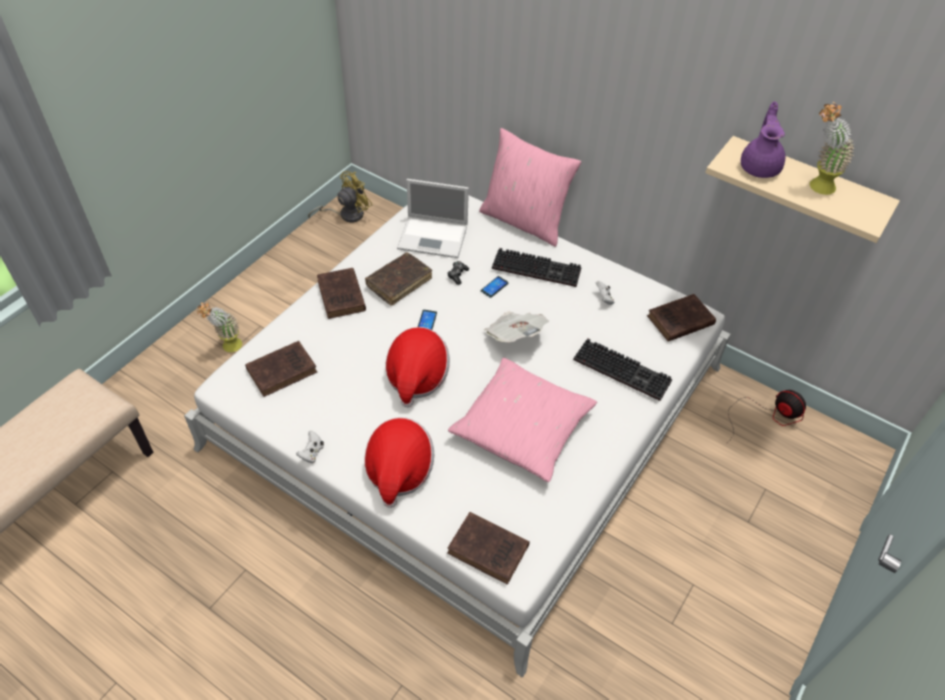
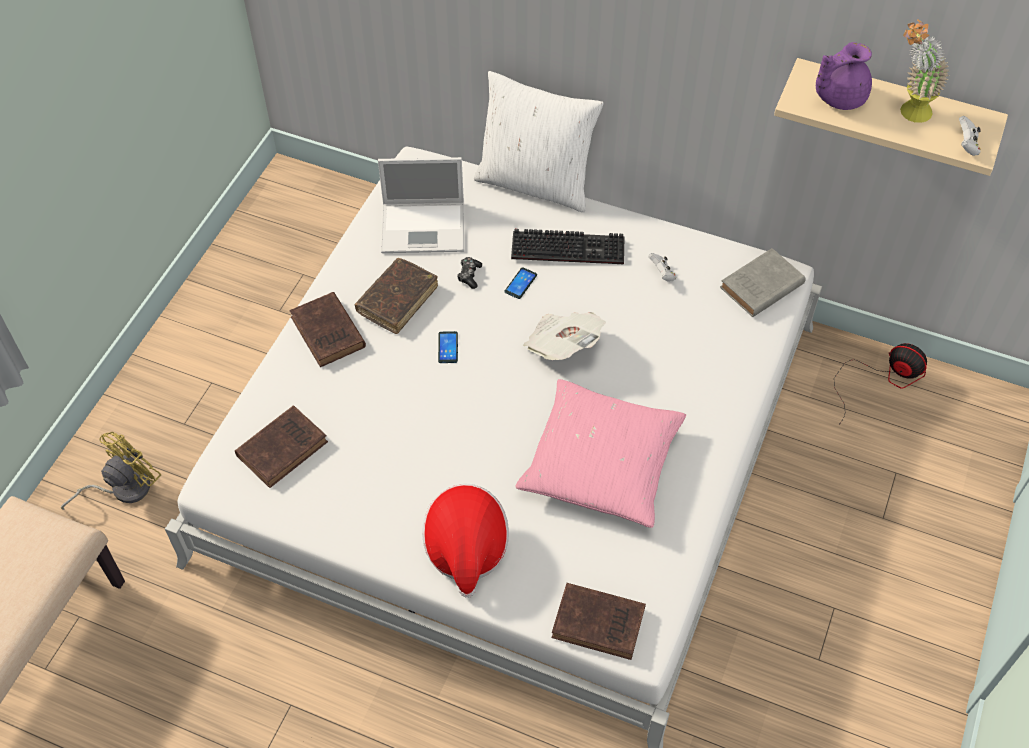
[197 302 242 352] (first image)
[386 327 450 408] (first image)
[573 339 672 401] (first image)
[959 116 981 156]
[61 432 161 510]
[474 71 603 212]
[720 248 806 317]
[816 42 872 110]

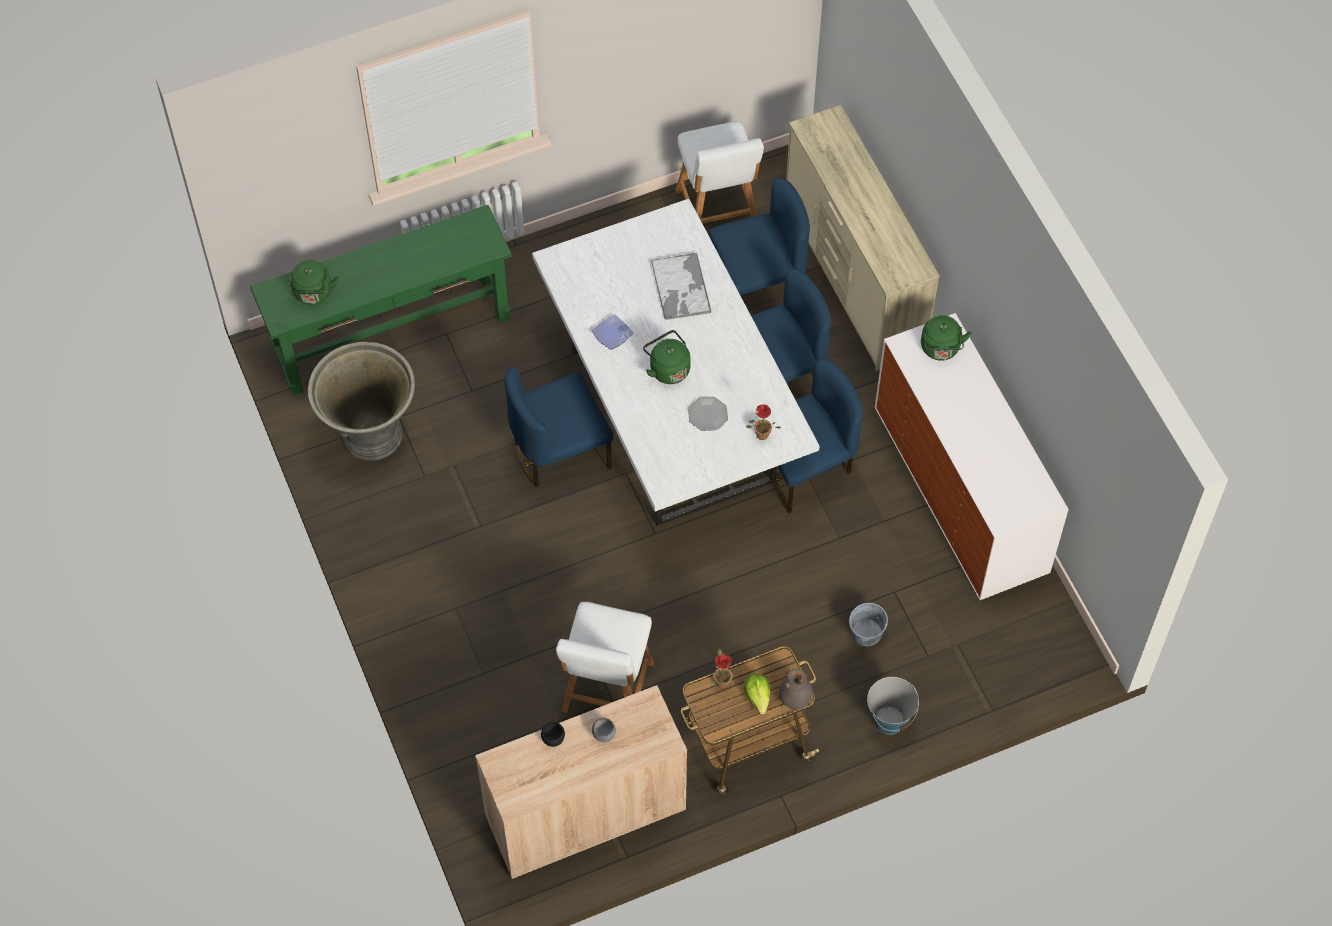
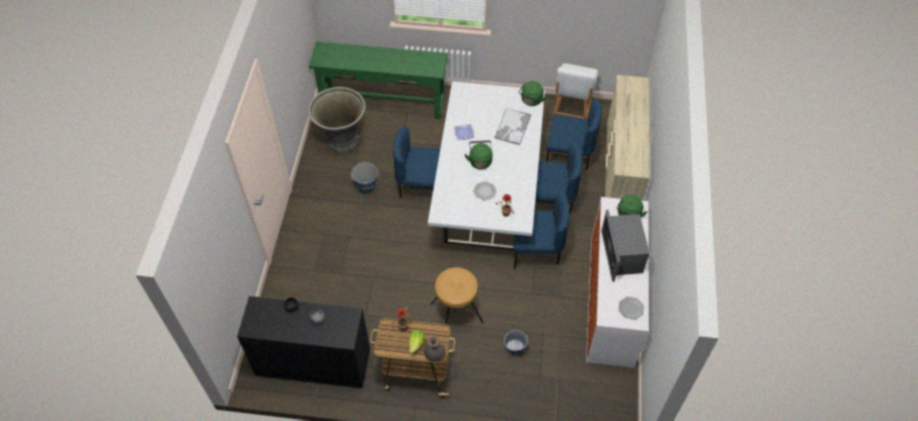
[556 602 654 713] (first image)
[430 267 484 325]
[601 210 650 282]
[618 297 644 320]
[519 81 547 106]
[351 162 379 194]
[237 296 370 388]

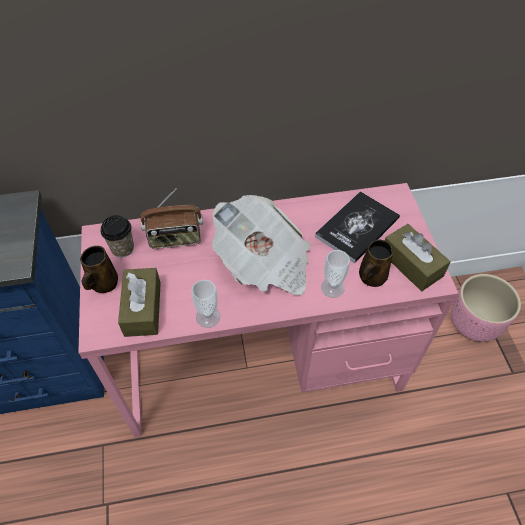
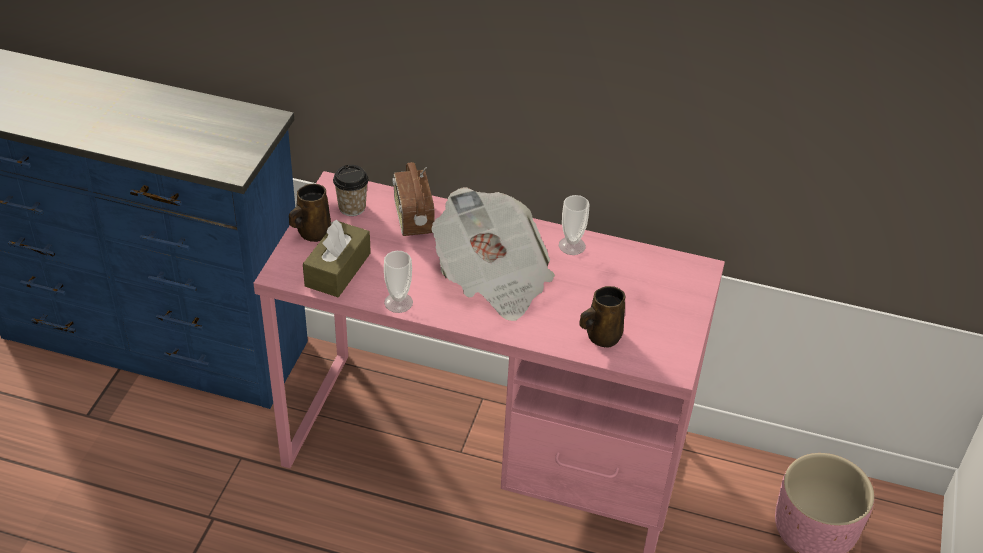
[315 191 400 263] (first image)
[385 224 451 291] (first image)
[559 195 590 255]
[392 162 434 236]

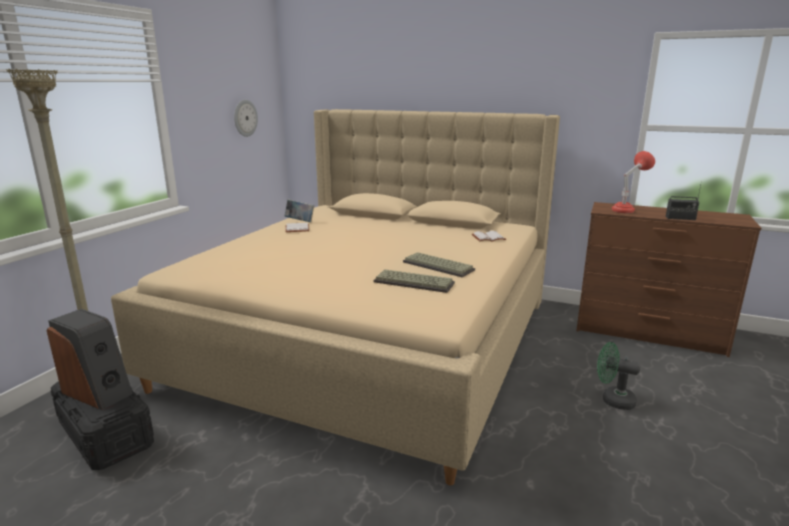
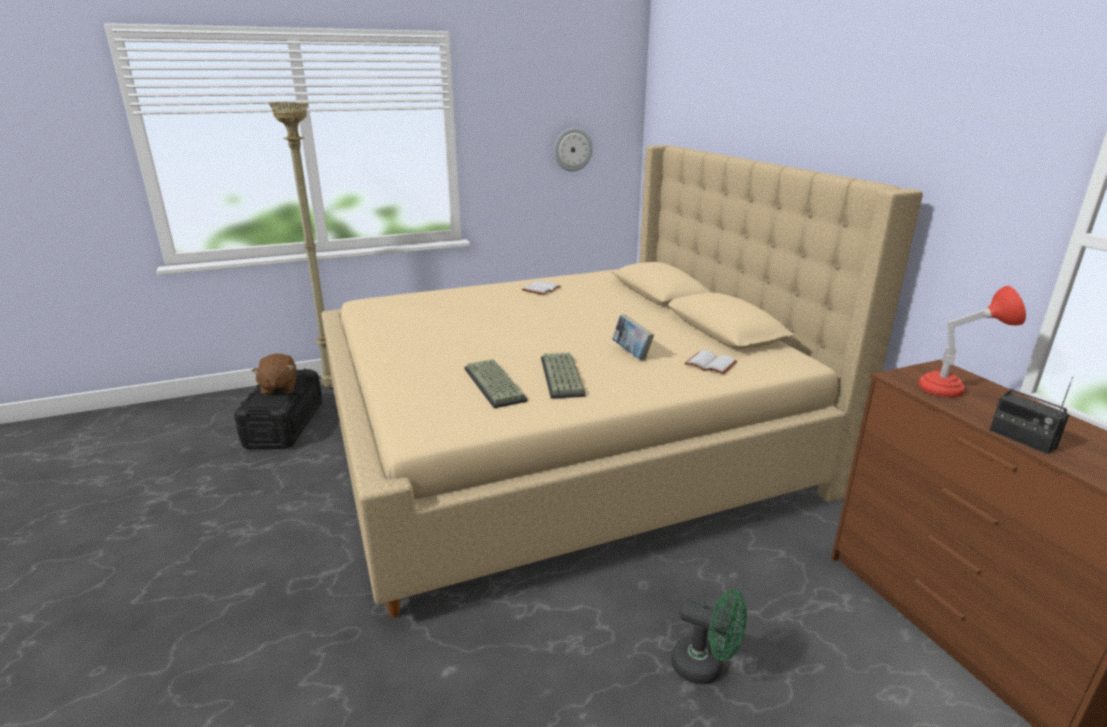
[612 315 654 360]
[252 353 297 396]
[671 589 747 685]

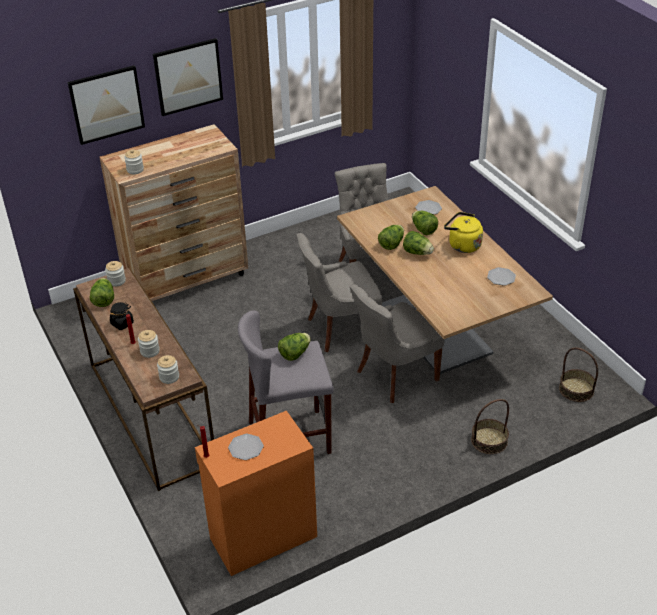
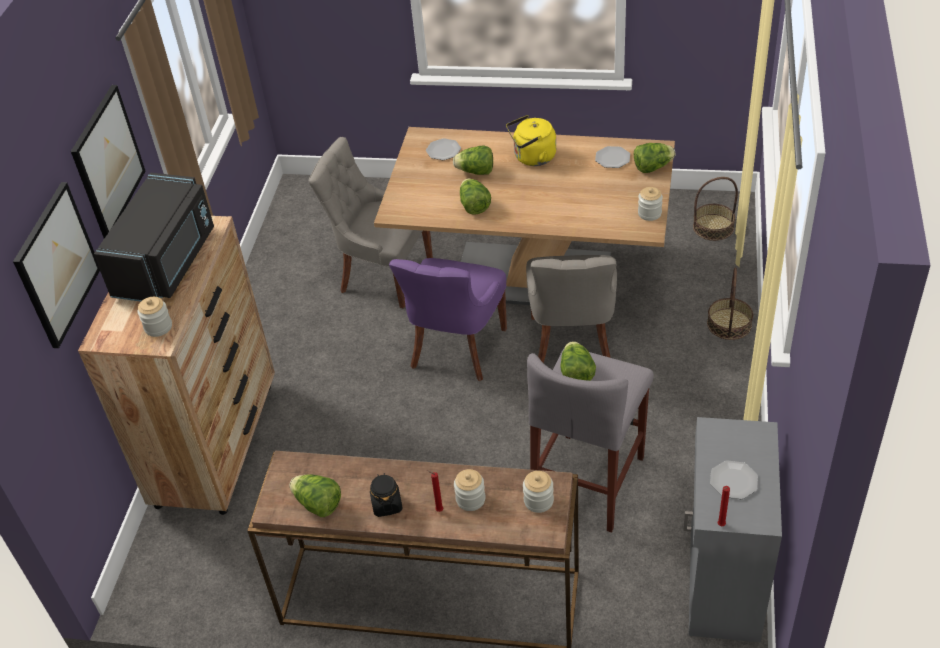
[94 172 214 302]
[638 187 663 221]
[634 143 676 173]
[683 417 782 643]
[389 258 507 381]

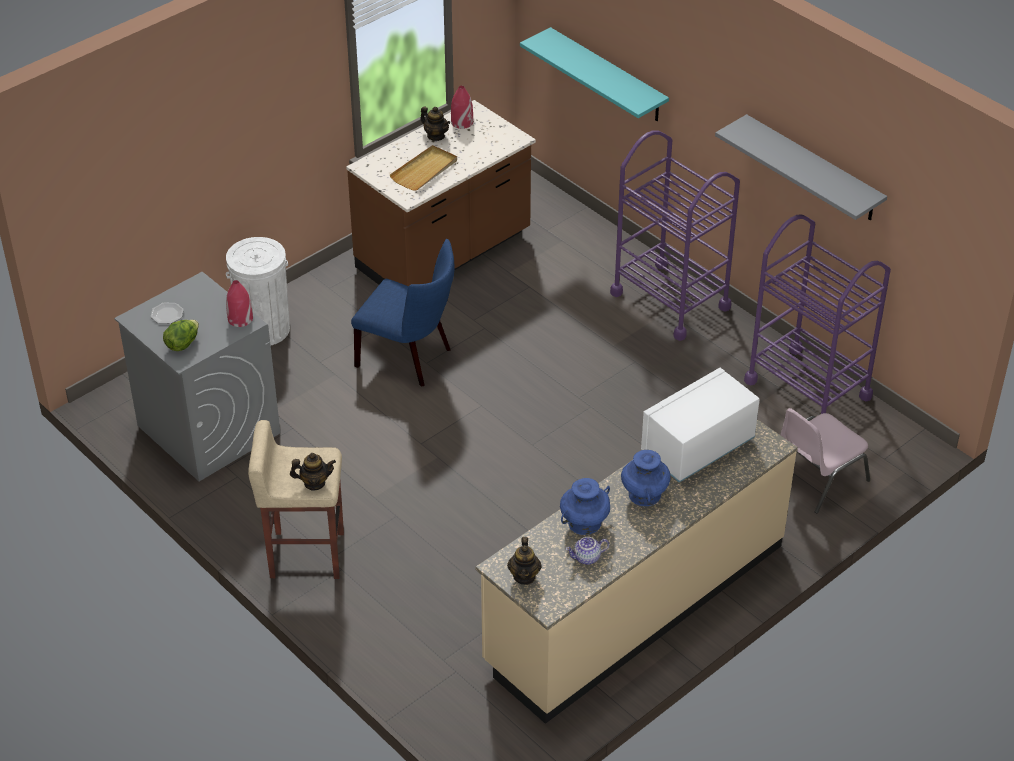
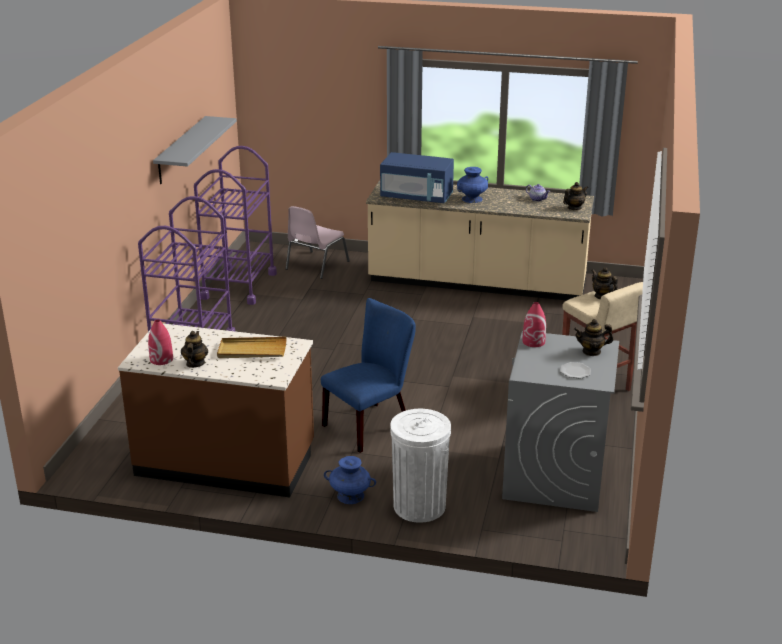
[520 27 669 121] (first image)
[324 456 376 504]
[574 319 613 356]
[380 152 454 203]
[321 298 416 453]
[285 206 350 279]

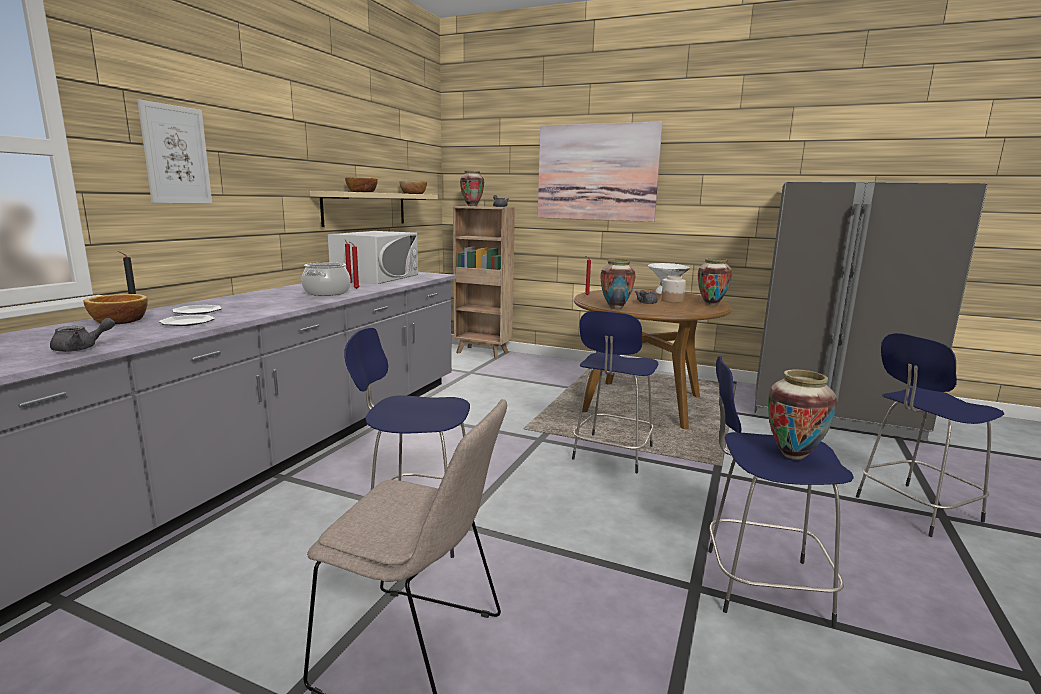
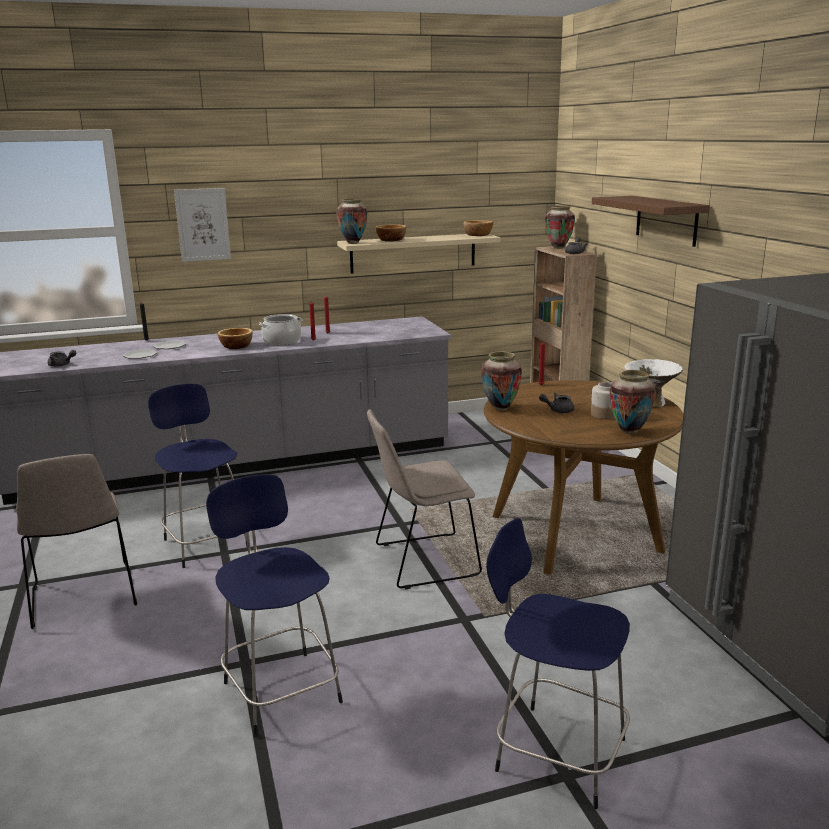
[328 231 418 284] (first image)
[218 328 253 349]
[336 199 367 244]
[592 196 710 247]
[367 409 482 589]

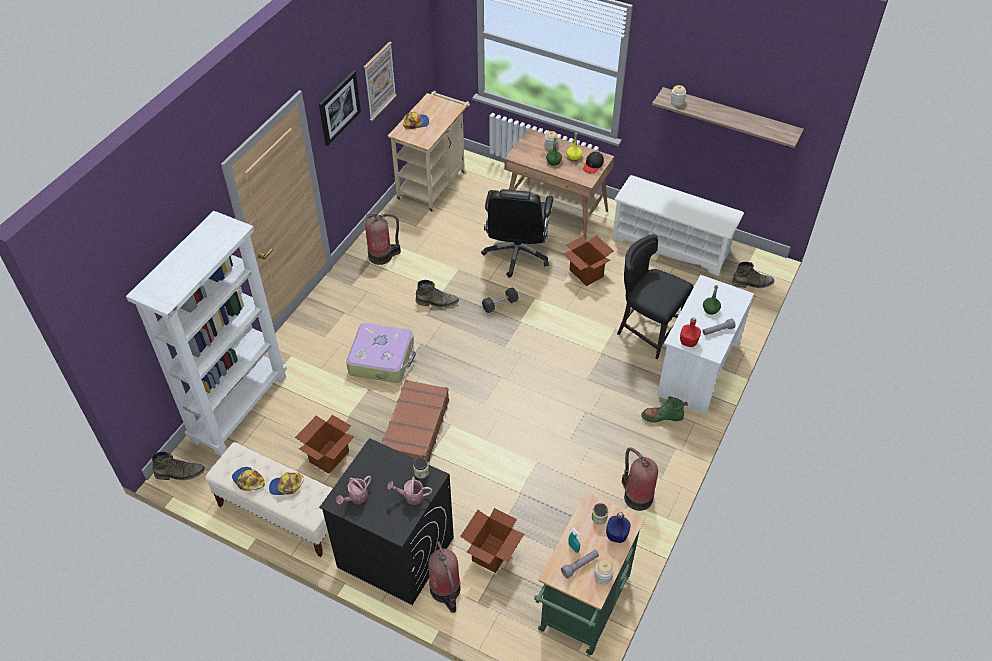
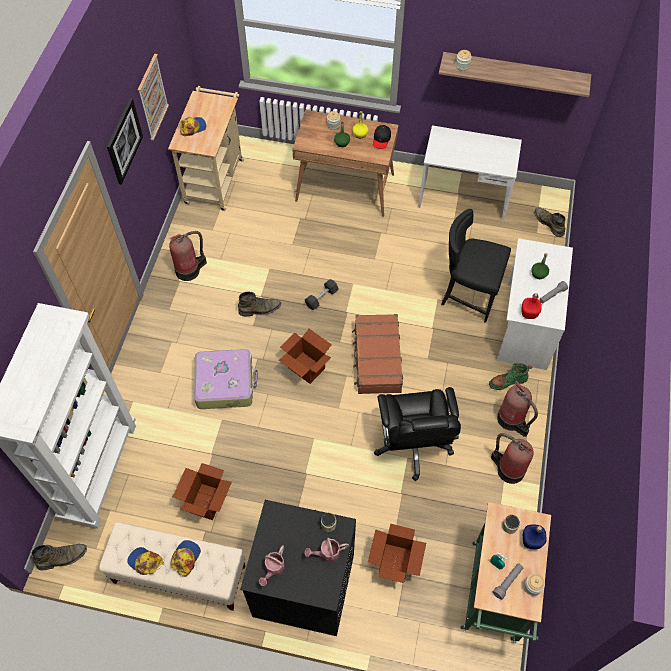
[352 314 403 394]
[497 381 538 437]
[374 387 461 481]
[279 329 332 384]
[418 125 522 222]
[171 540 201 577]
[534 207 565 237]

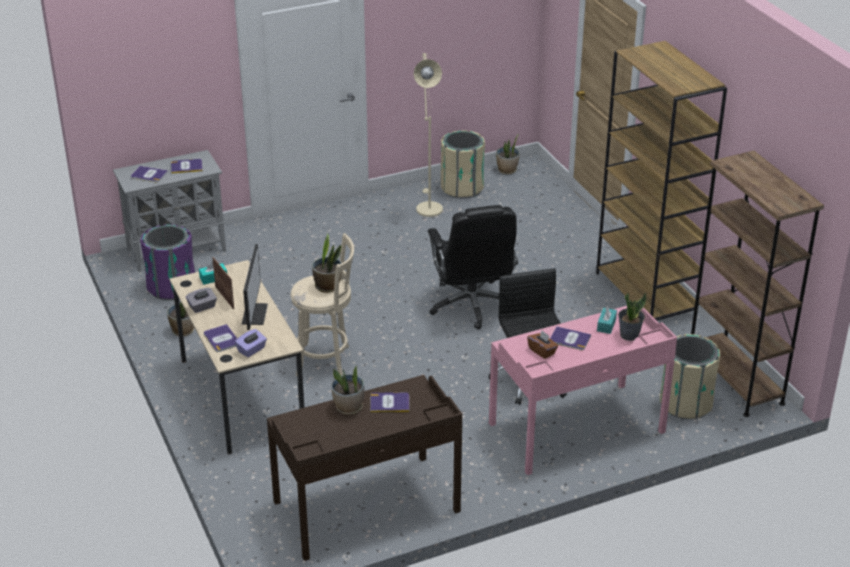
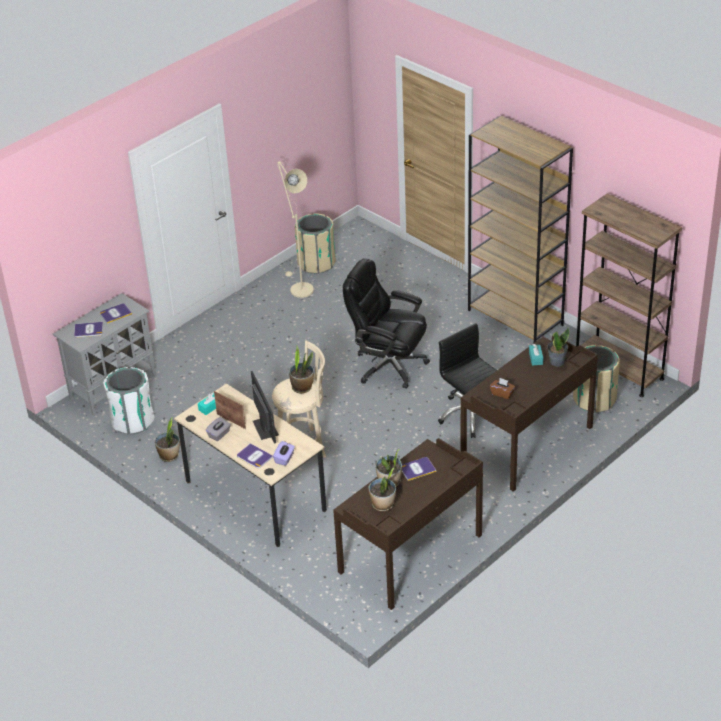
[550 326 591 350] (first image)
[368 468 396 511]
[103 367 155 434]
[461 336 598 492]
[343 259 430 389]

